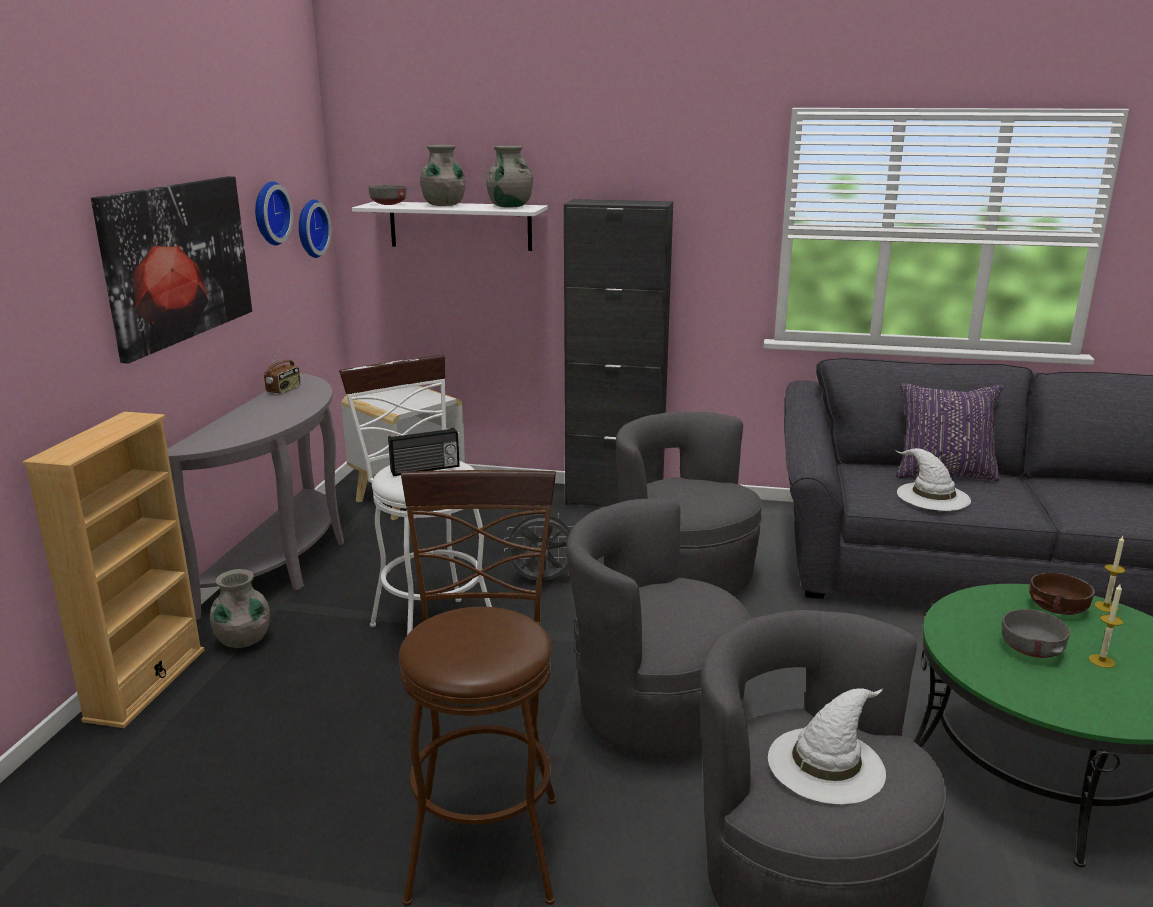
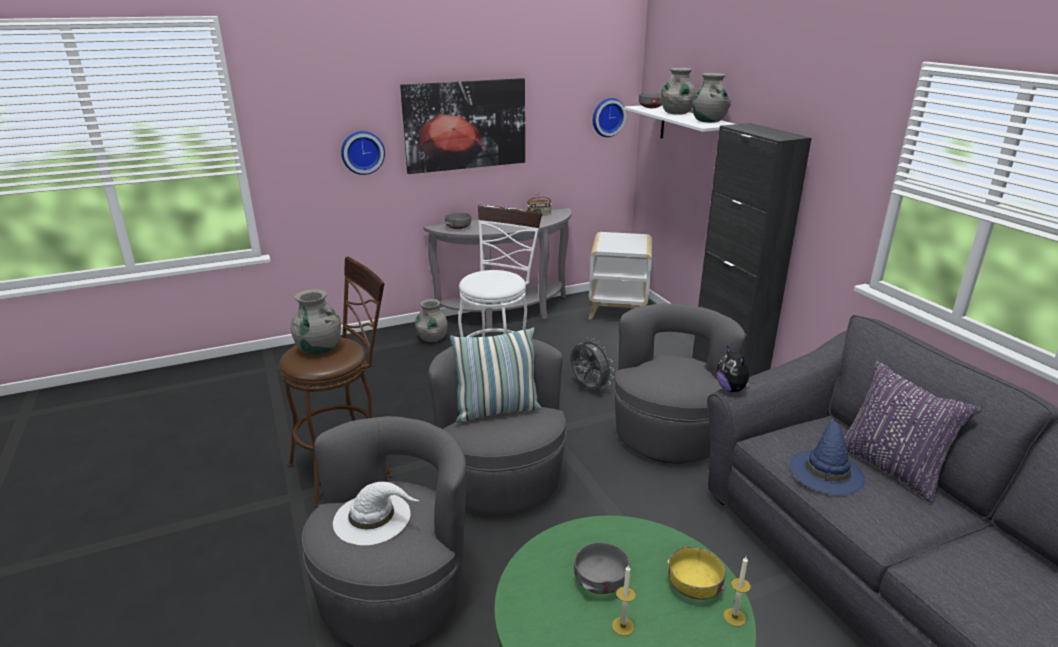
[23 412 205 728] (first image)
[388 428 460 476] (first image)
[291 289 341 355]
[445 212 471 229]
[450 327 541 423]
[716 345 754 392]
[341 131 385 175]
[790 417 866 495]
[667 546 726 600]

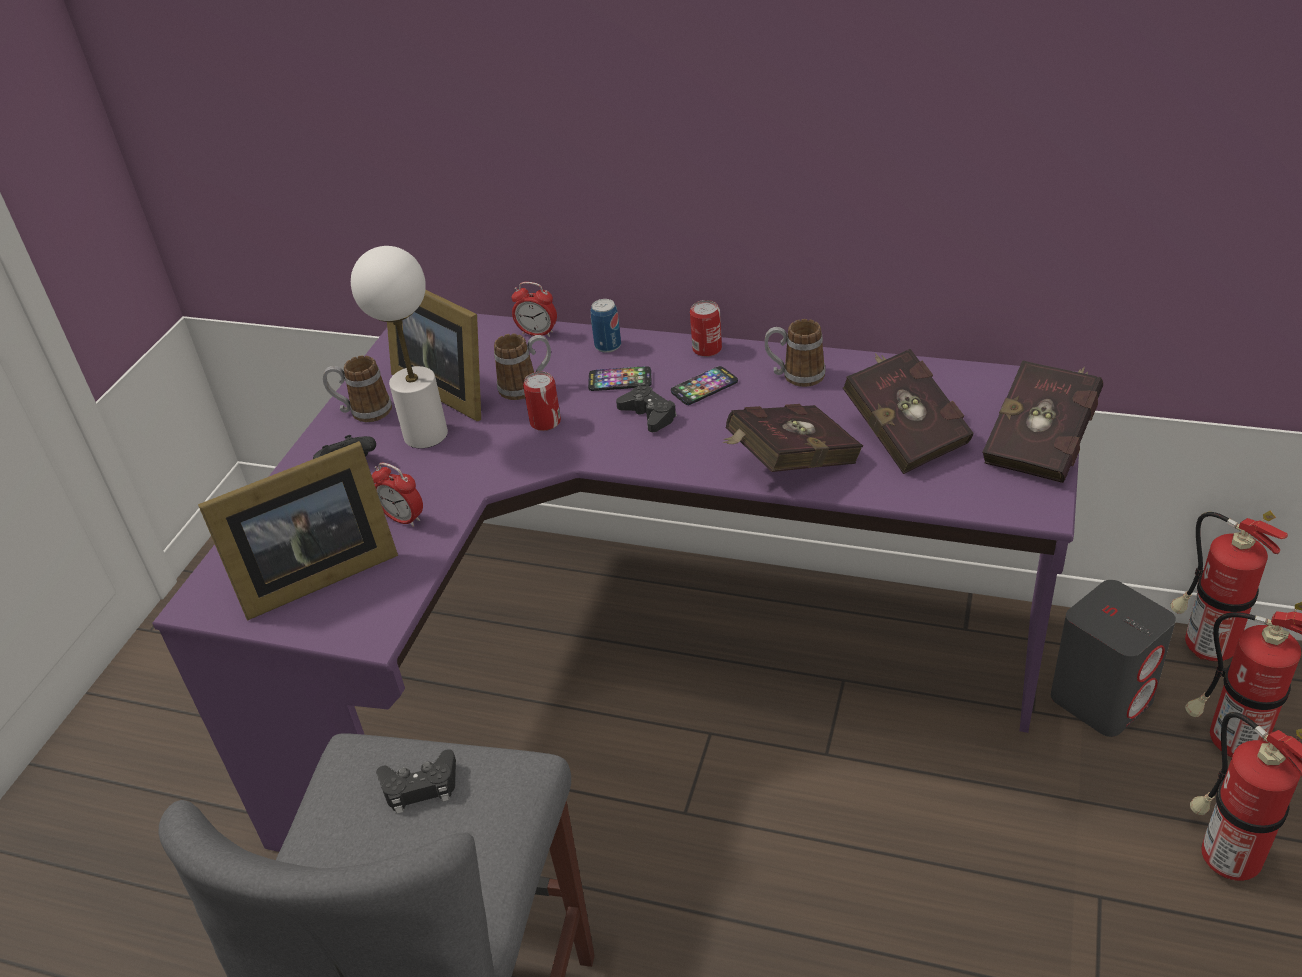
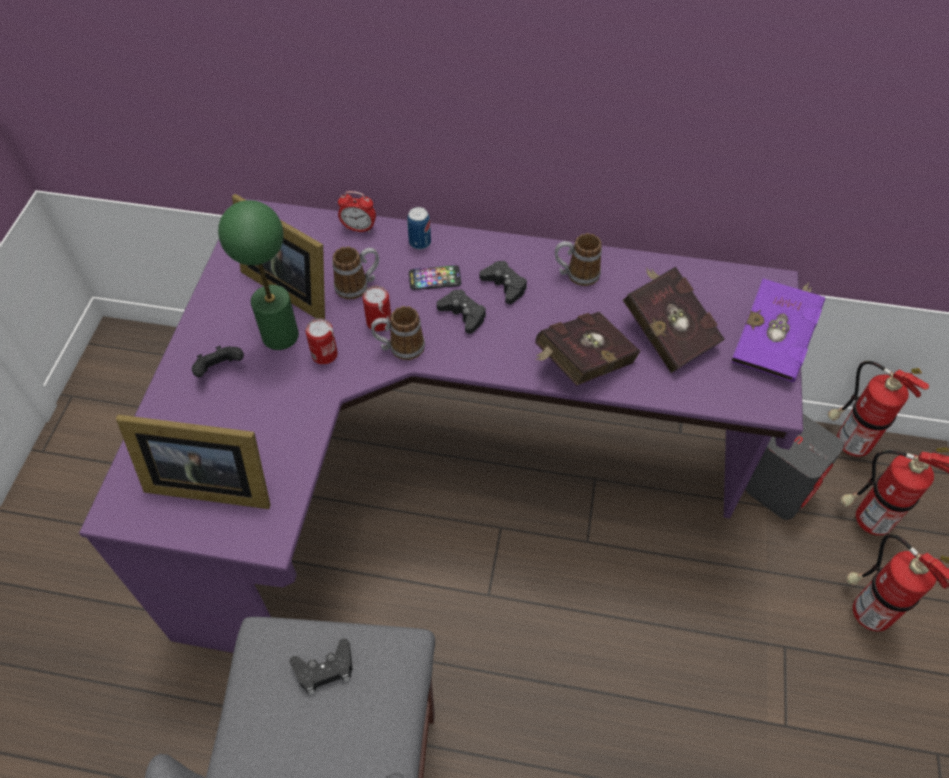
[372 463 423 527] (first image)
[371 306 425 360]
[305 318 338 364]
[480 261 527 304]
[218 200 299 350]
[732 278 825 382]
[116 415 271 509]

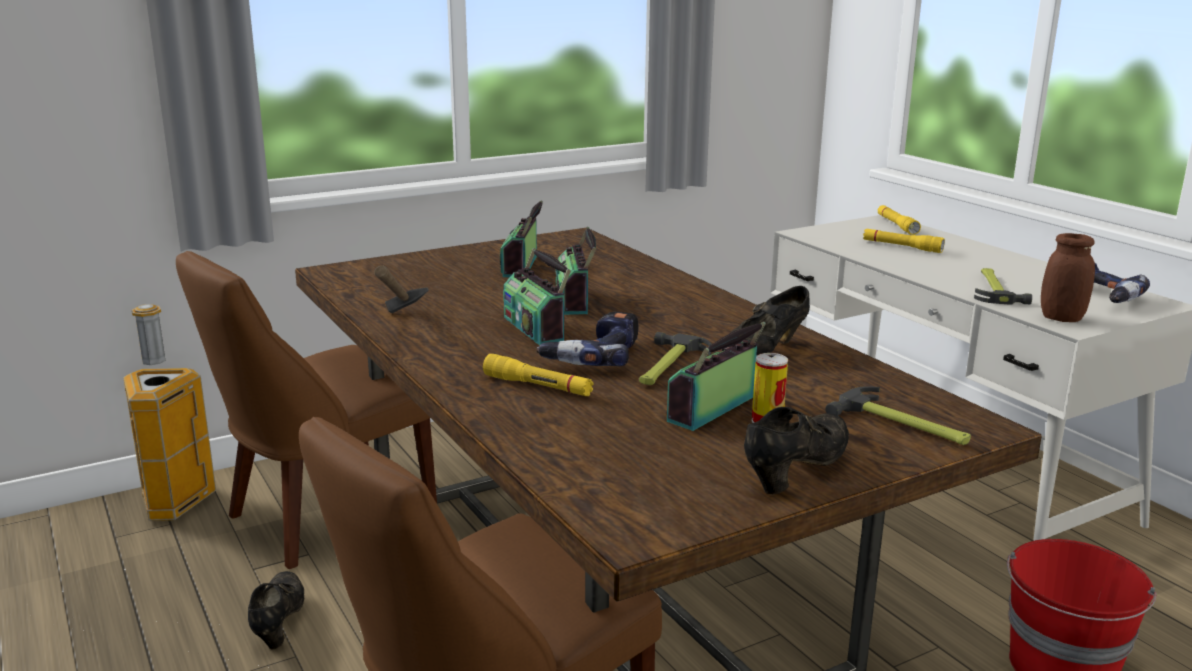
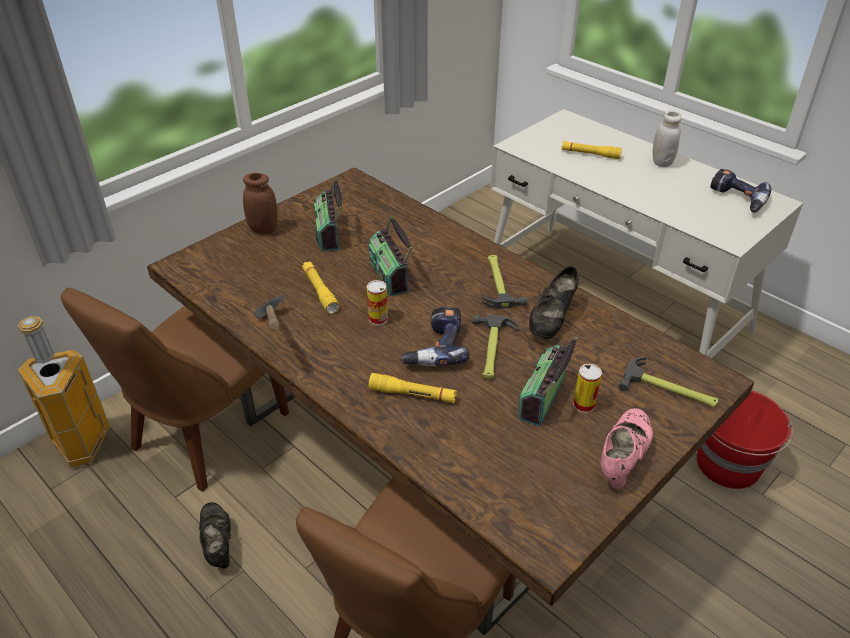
[653 111 682 167]
[302 261 340 314]
[482 255 527 309]
[243 173 278 234]
[367 280 388 325]
[601 408 653 489]

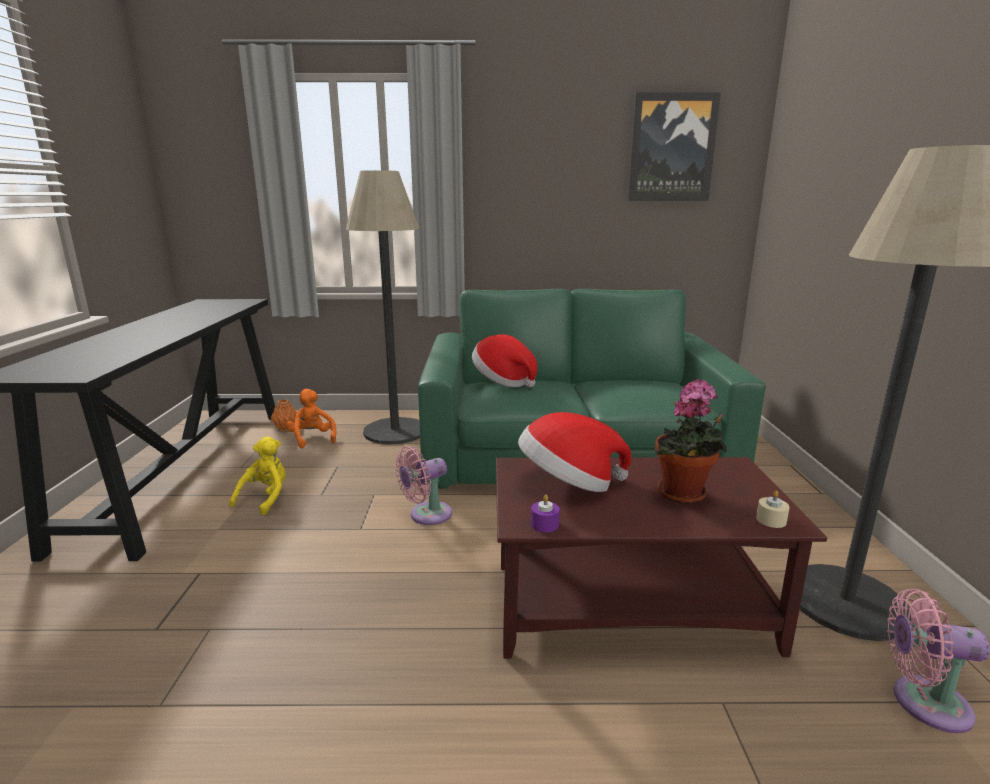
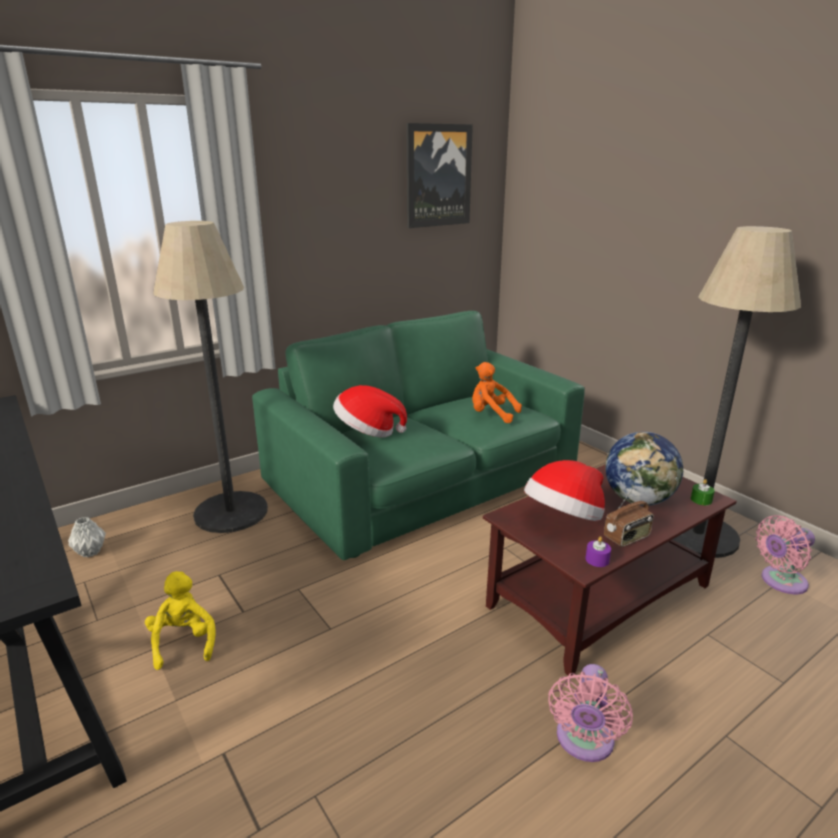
[604 487 654 547]
[472 362 522 423]
[548 664 633 762]
[605 432 683 506]
[68 517 106 557]
[691 479 715 505]

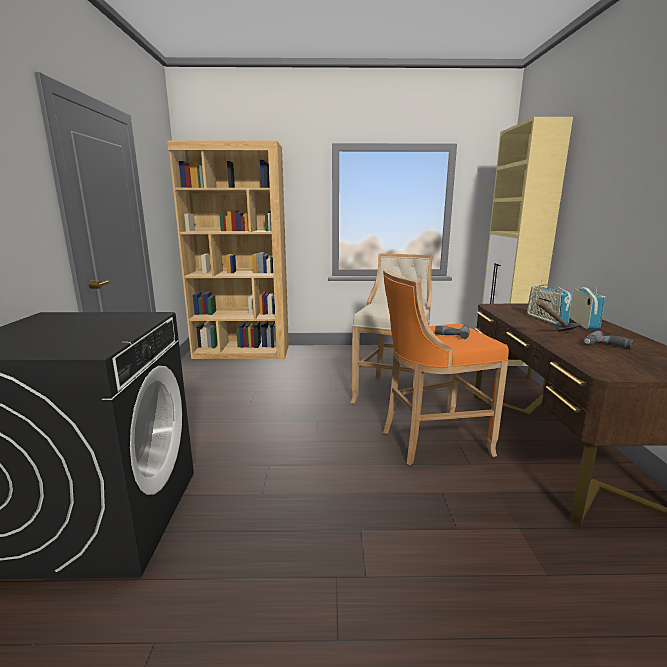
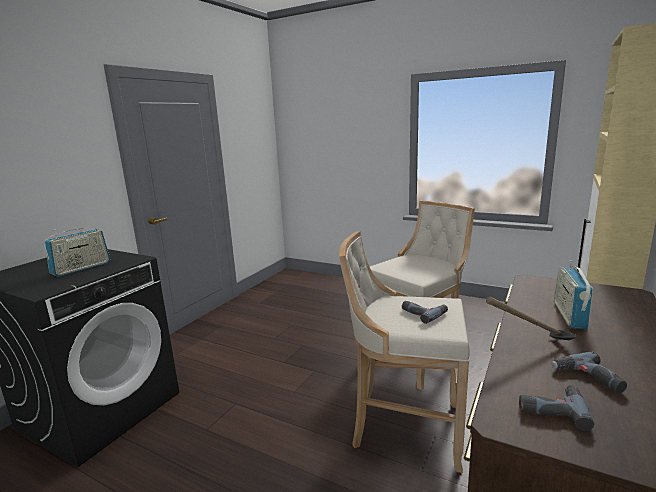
[167 140 289 359] (first image)
[519 385 594 431]
[44 228 110 277]
[339 231 470 473]

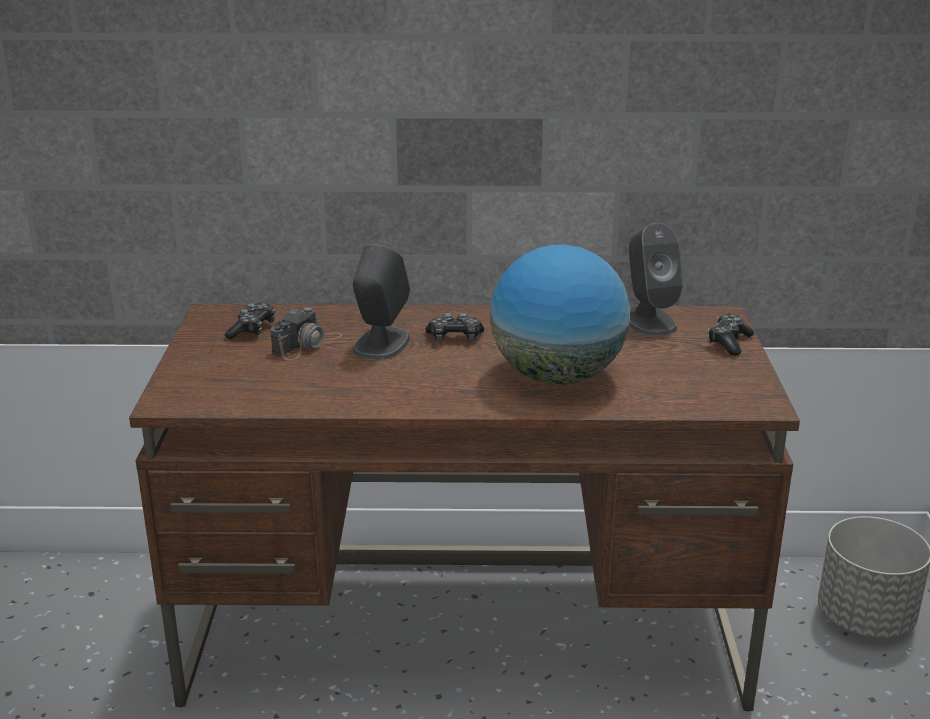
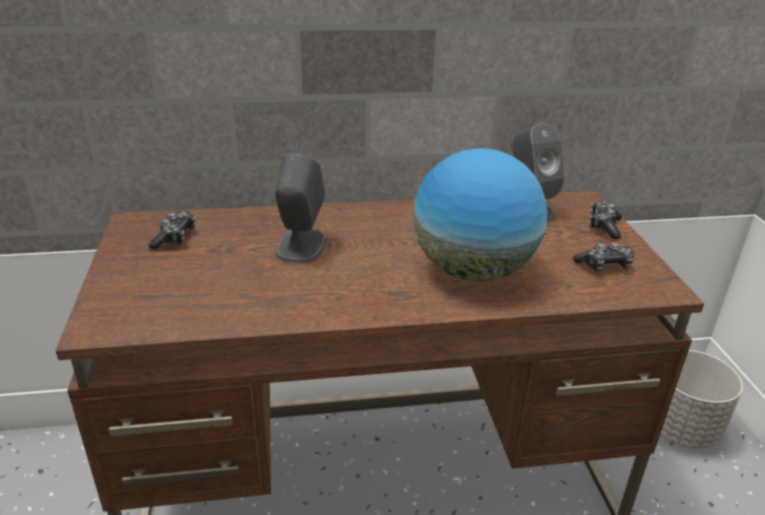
[270 307 342 360] (first image)
[573 242 635 272]

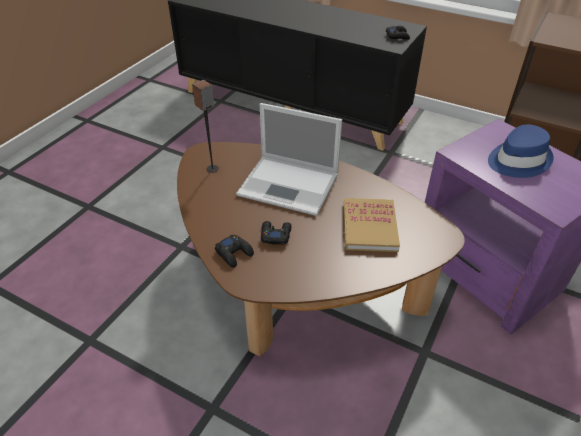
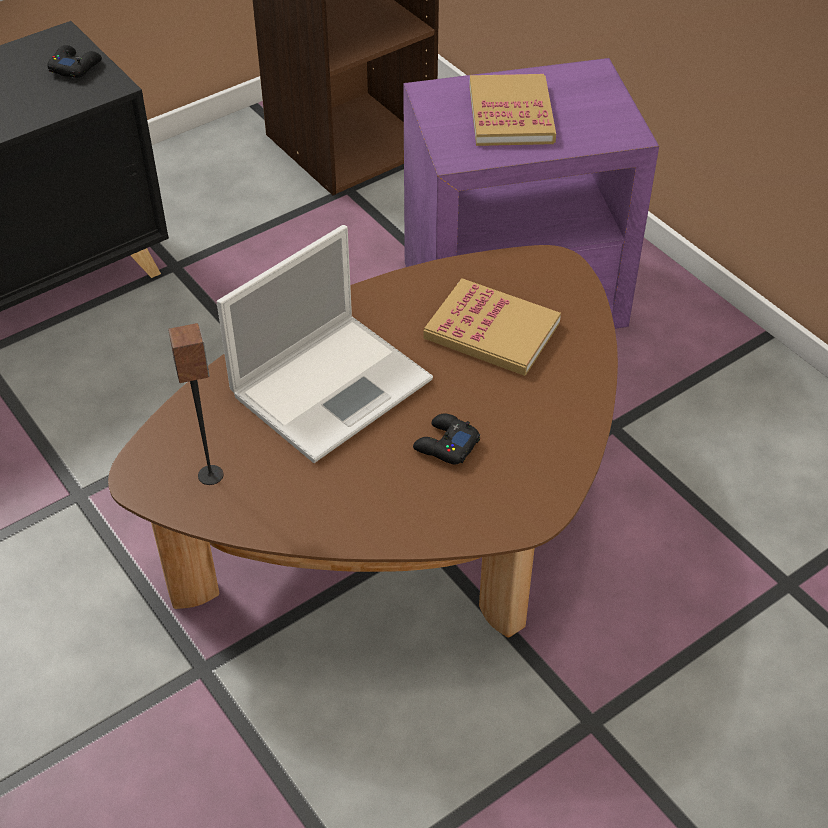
[215 234 254 267] (first image)
[469 74 556 146]

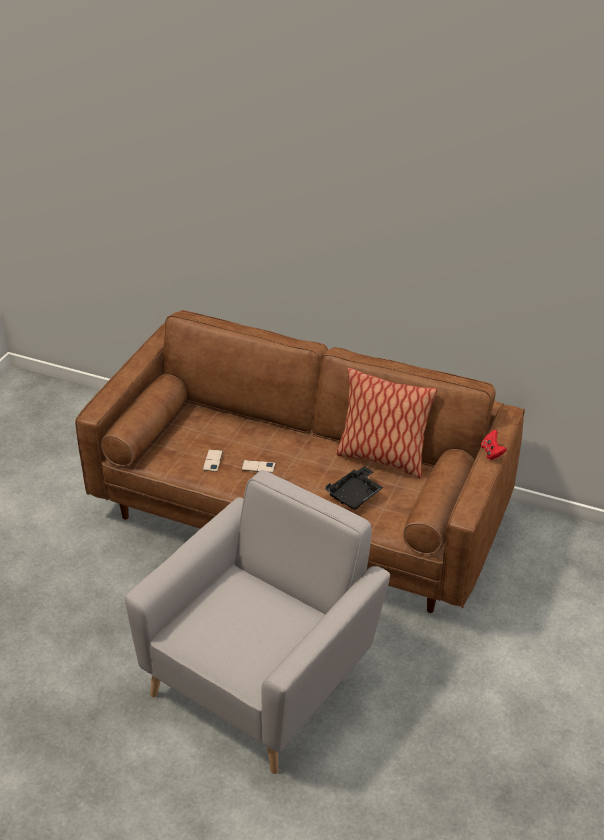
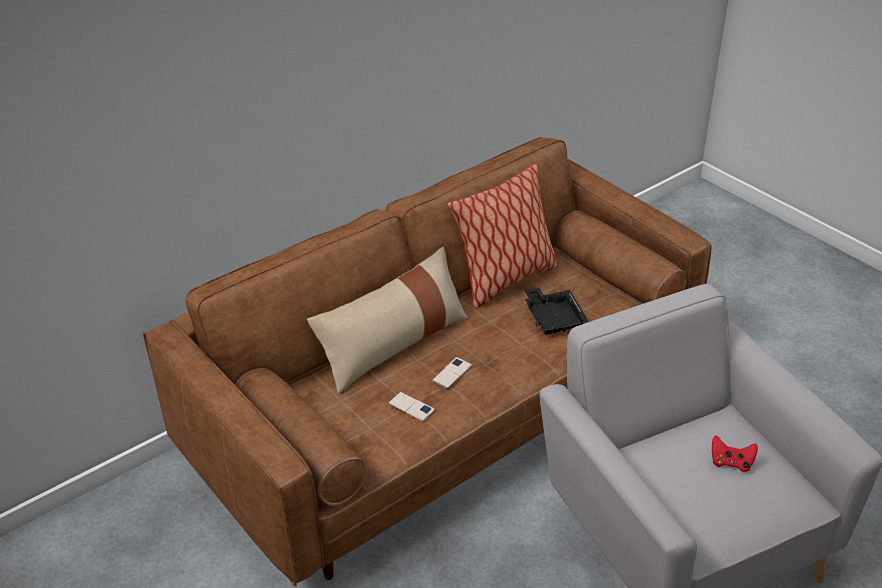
[307 247 468 394]
[712 436 758 472]

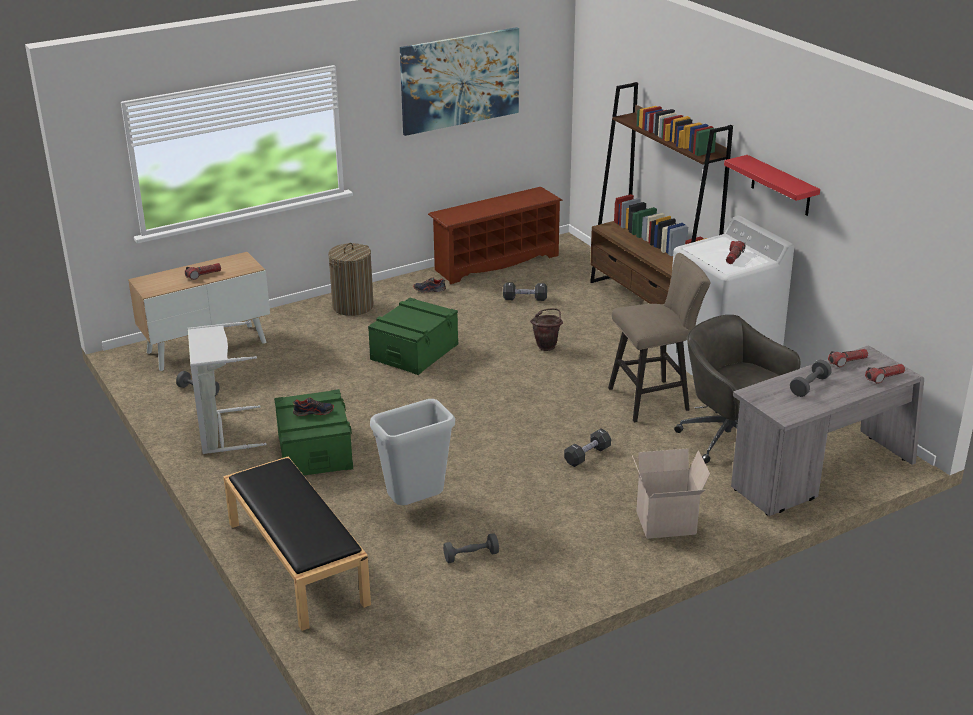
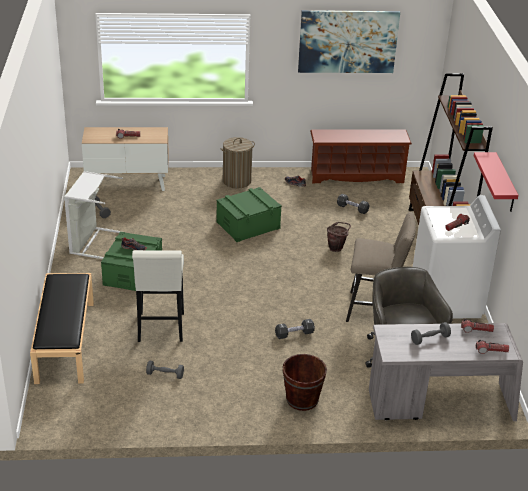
[132 250 184 342]
[283 354 327 411]

